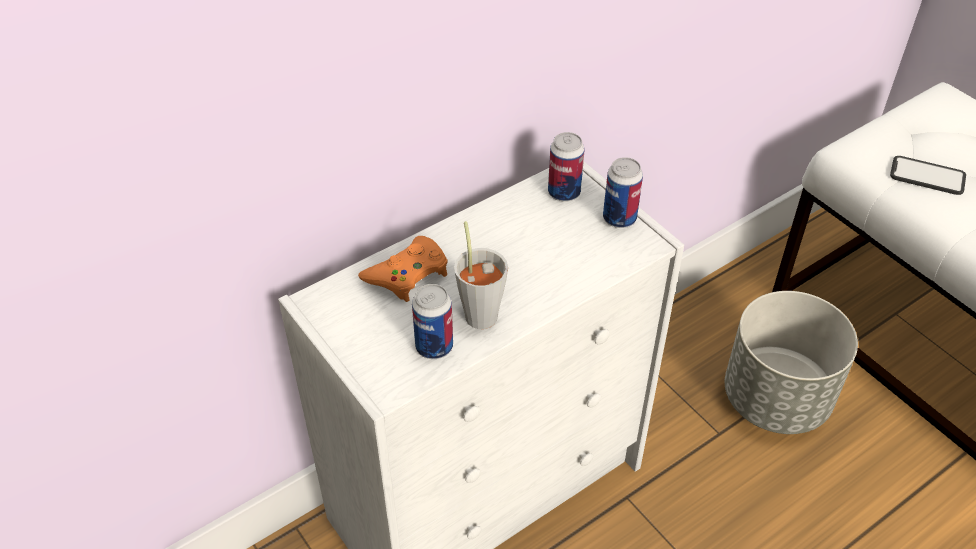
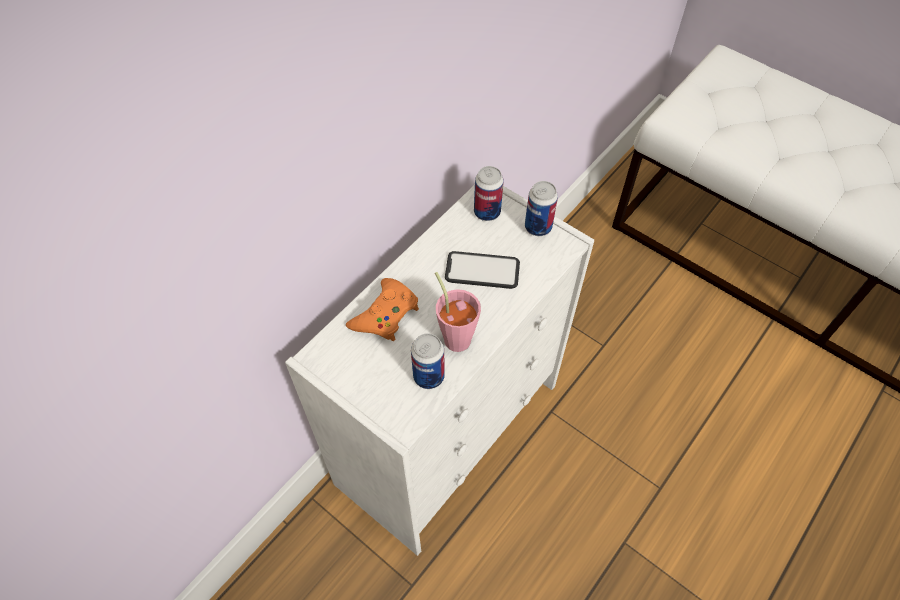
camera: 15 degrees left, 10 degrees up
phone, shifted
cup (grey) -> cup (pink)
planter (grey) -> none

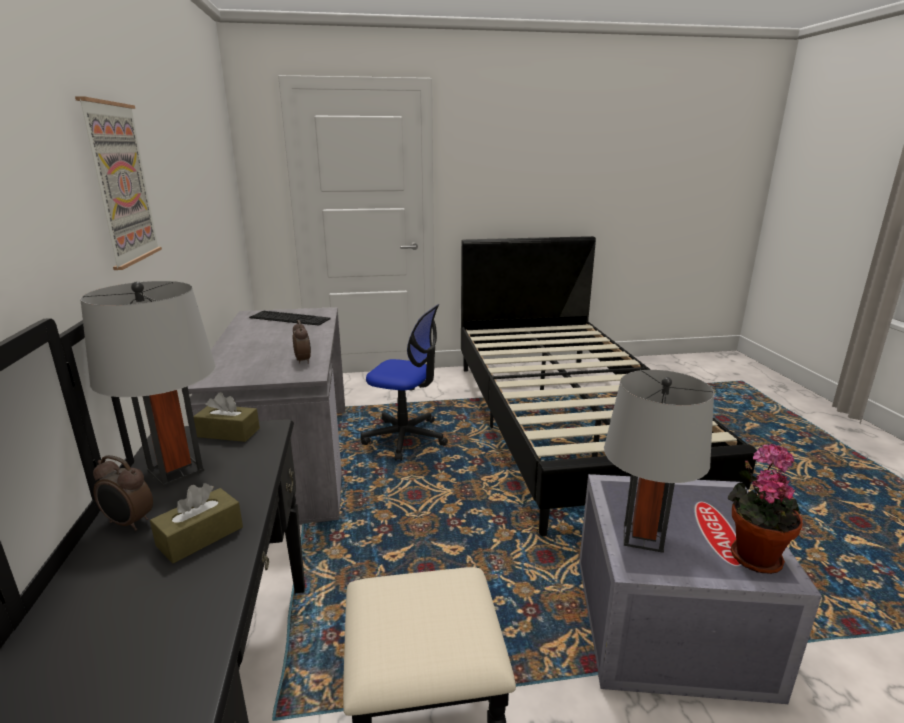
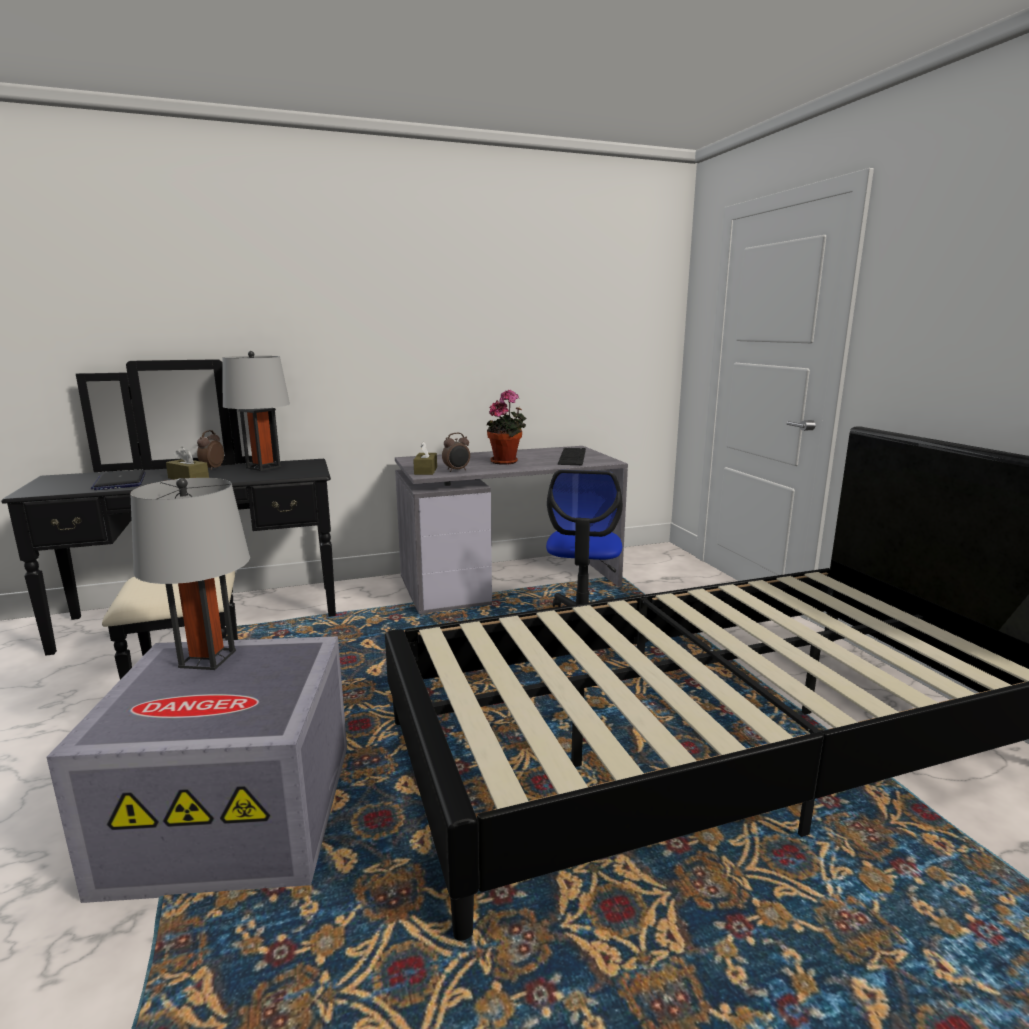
camera: 80 degrees right, 5 degrees down
picture -> none
tissue box (brown) (no. 2 from left), shifted
potted plant, shifted
none -> laptop

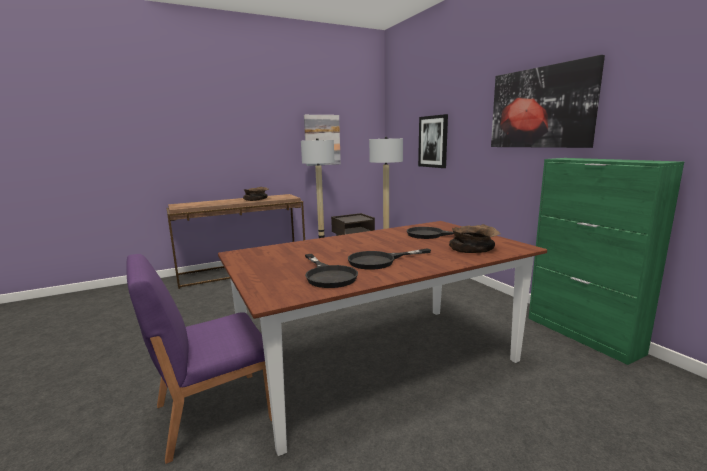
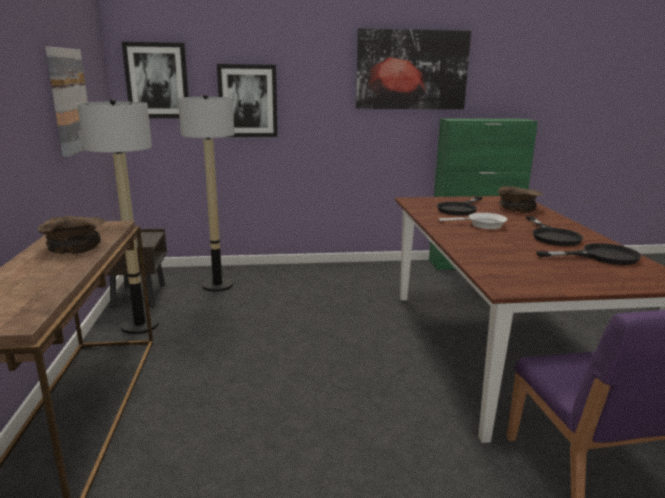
camera: 70 degrees left, 5 degrees up
none -> picture (no. 2 from left)
none -> frying pan (white)

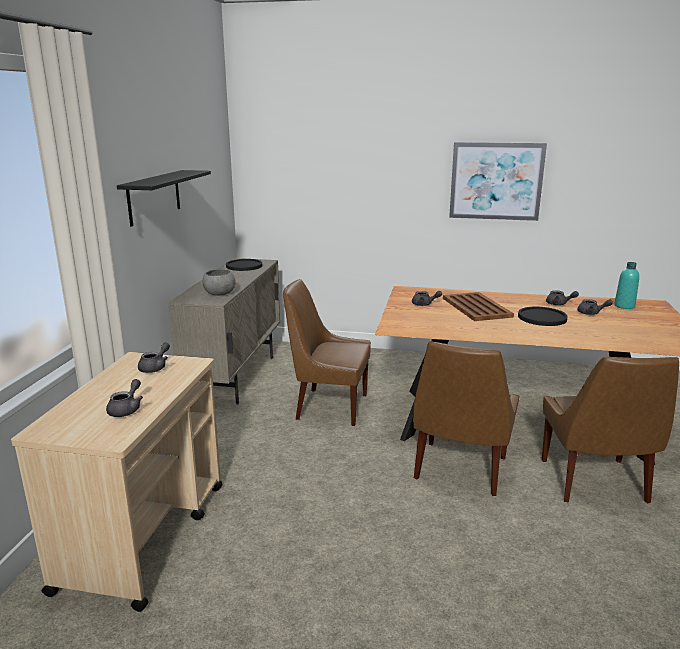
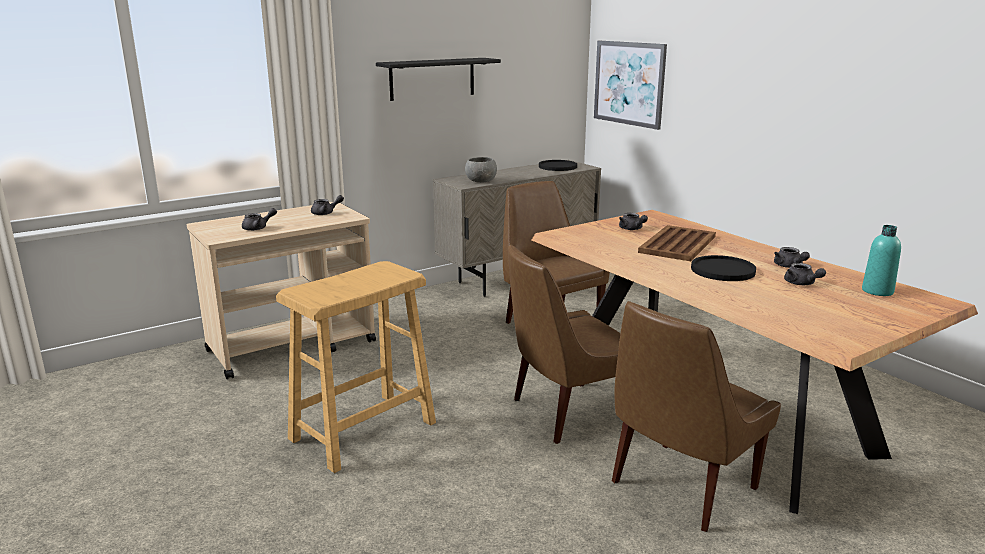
camera: 45 degrees right, 0 degrees up
picture, shifted
none -> stool (beige)

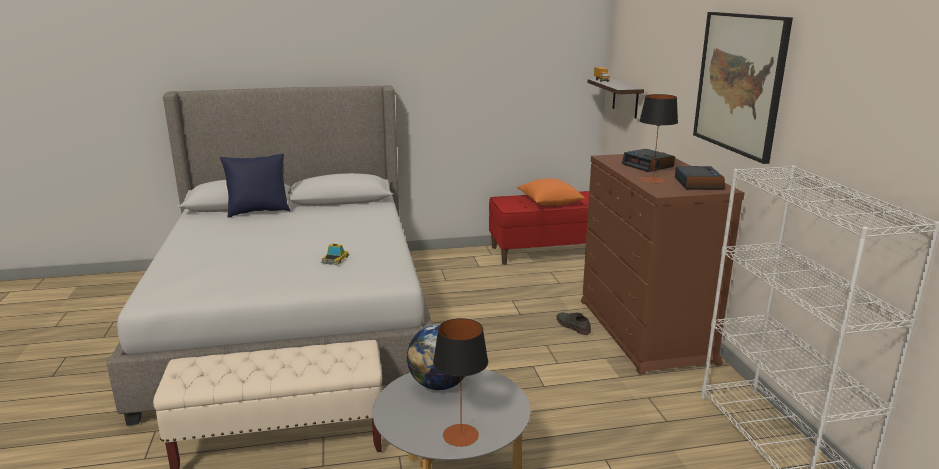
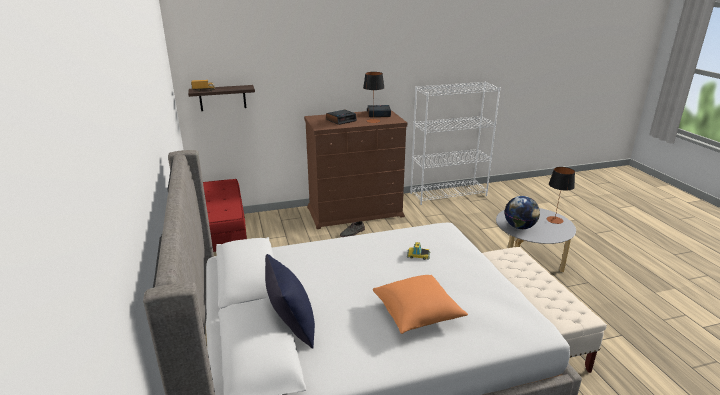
camera: 95 degrees left, 5 degrees up
picture -> none
pillow (orange), shifted

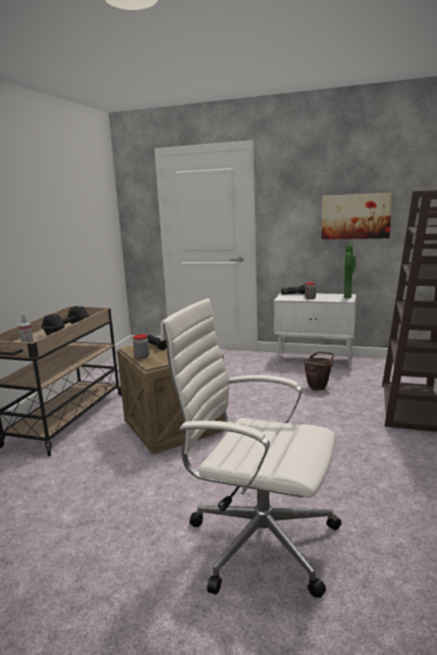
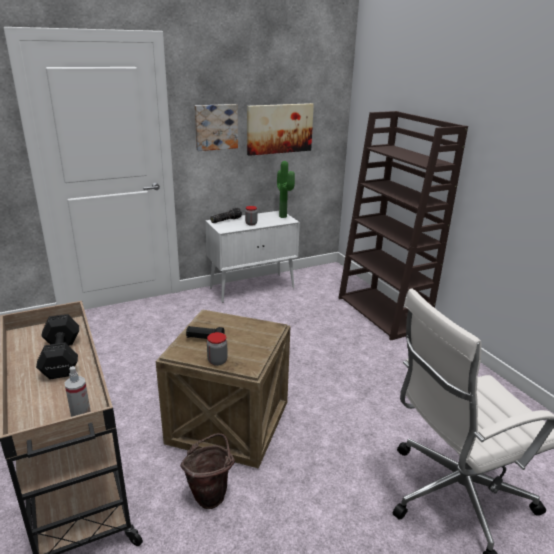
camera: 45 degrees left, 10 degrees up
bucket (brown), shifted
none -> picture (no. 1 from left)

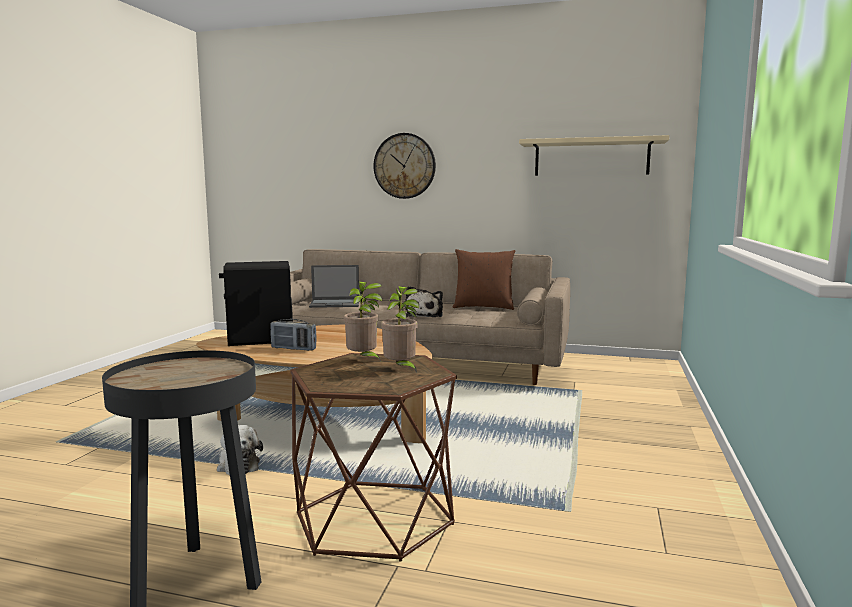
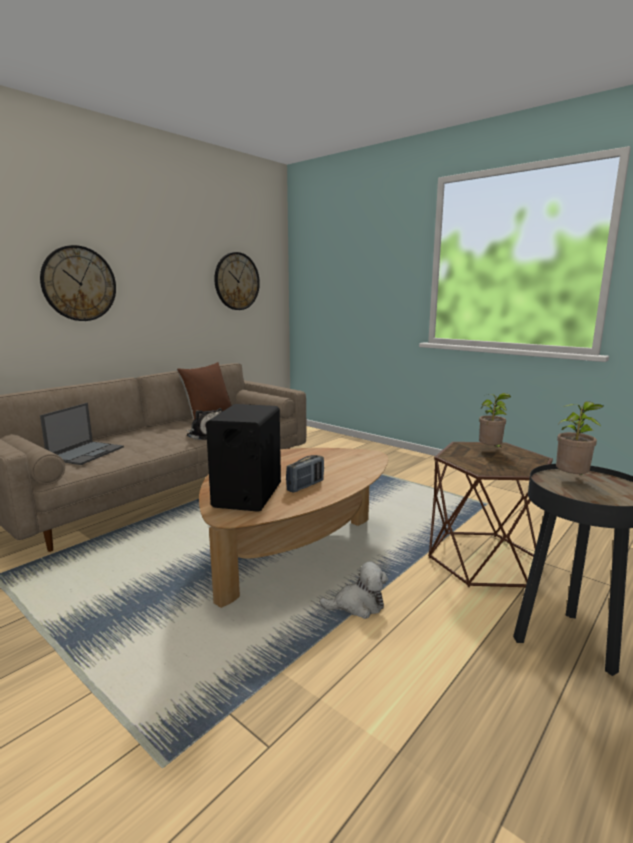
camera: 65 degrees left, 5 degrees up
shelf (beige) -> wall clock (no. 2 from left)
potted plant (no. 1 from left in the first image) -> potted plant (no. 2 from left), shifted

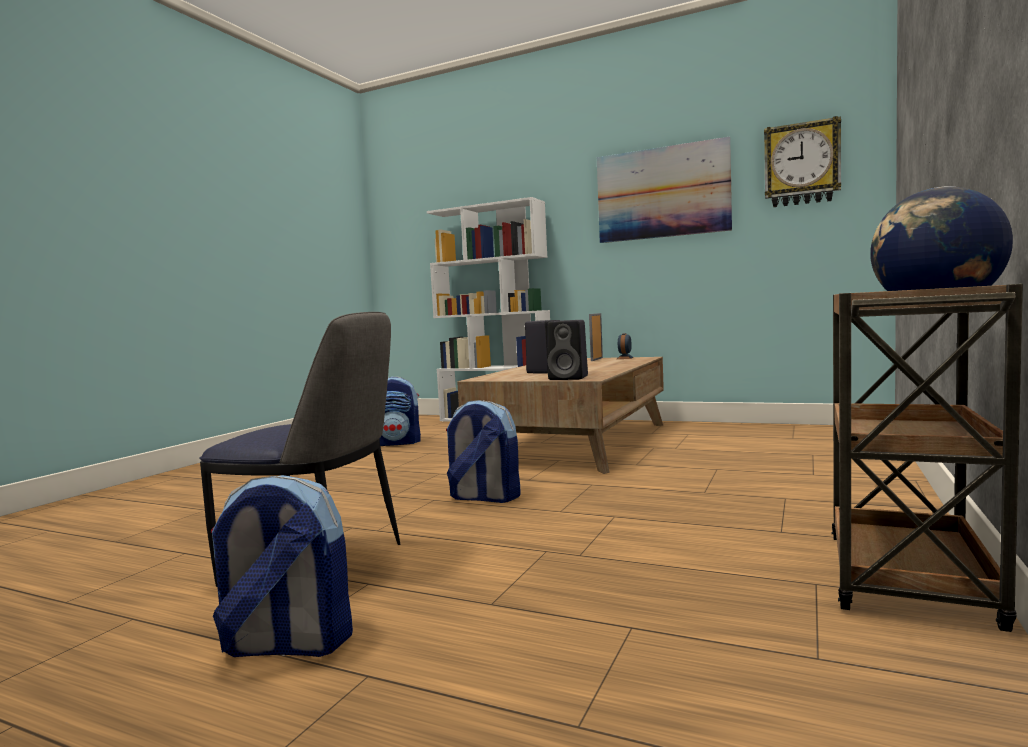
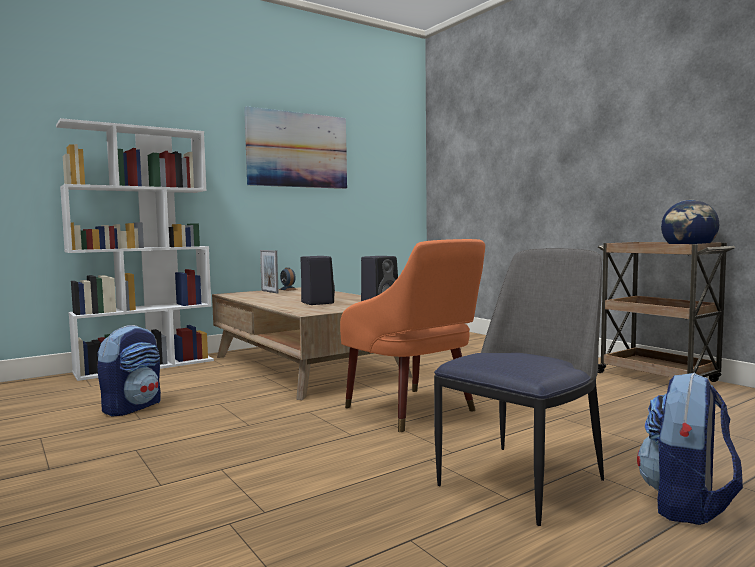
camera: 60 degrees left, 0 degrees up
wall clock -> none
backpack (no. 3 from left) -> armchair (orange)

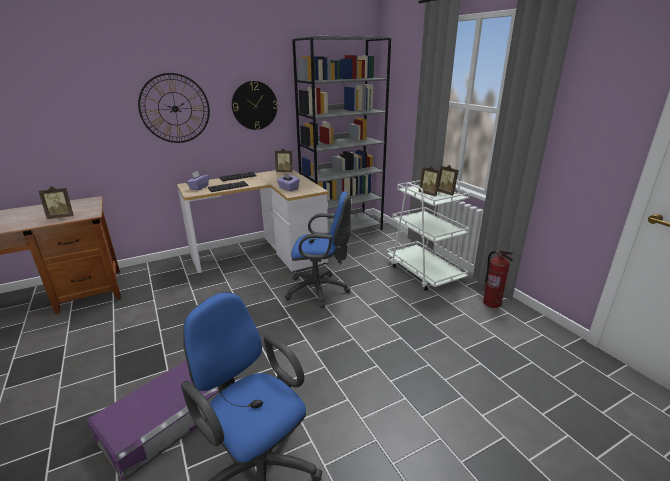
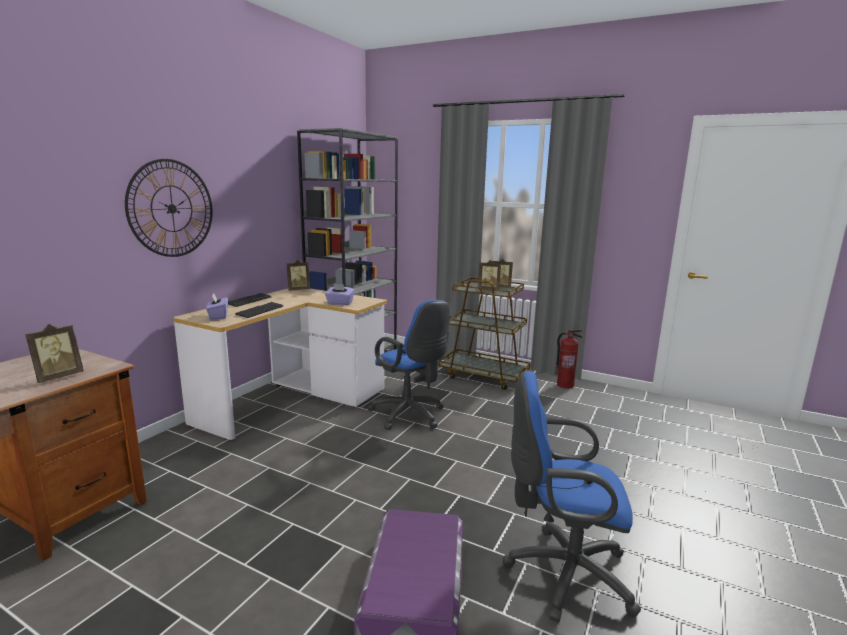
camera: 35 degrees left, 10 degrees down
wall clock (no. 2 from left) -> none
cart (white) -> cart (brown)
office chair (blue) (no. 2 from left in the first image) -> office chair (blue) (no. 1 from left), 75 degrees clockwise

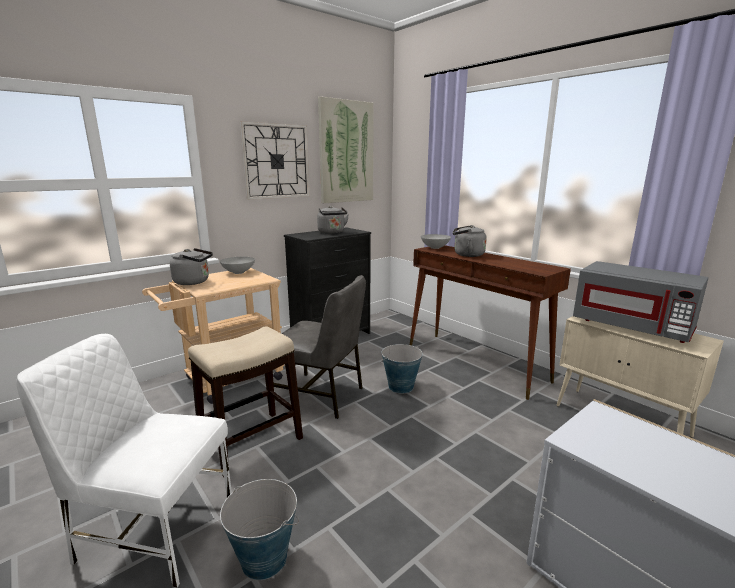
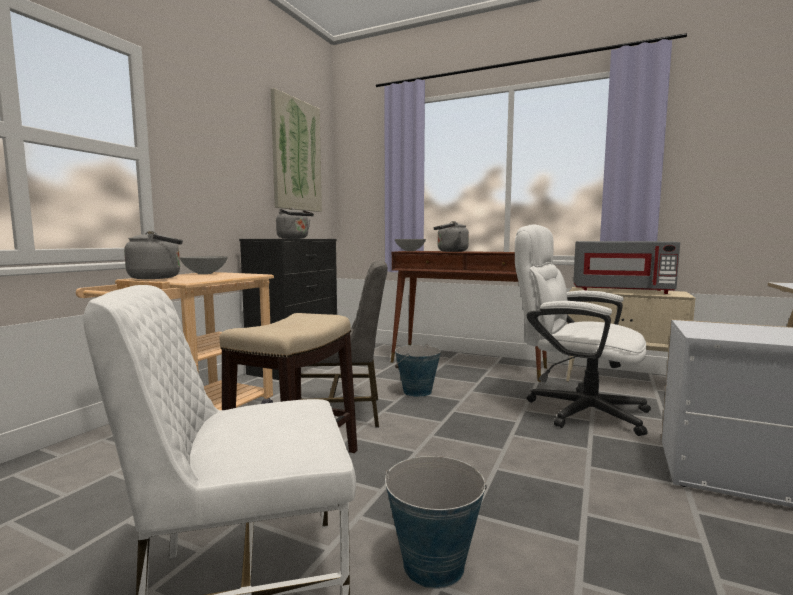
camera: 25 degrees left, 10 degrees down
wall clock -> none
none -> office chair (white)

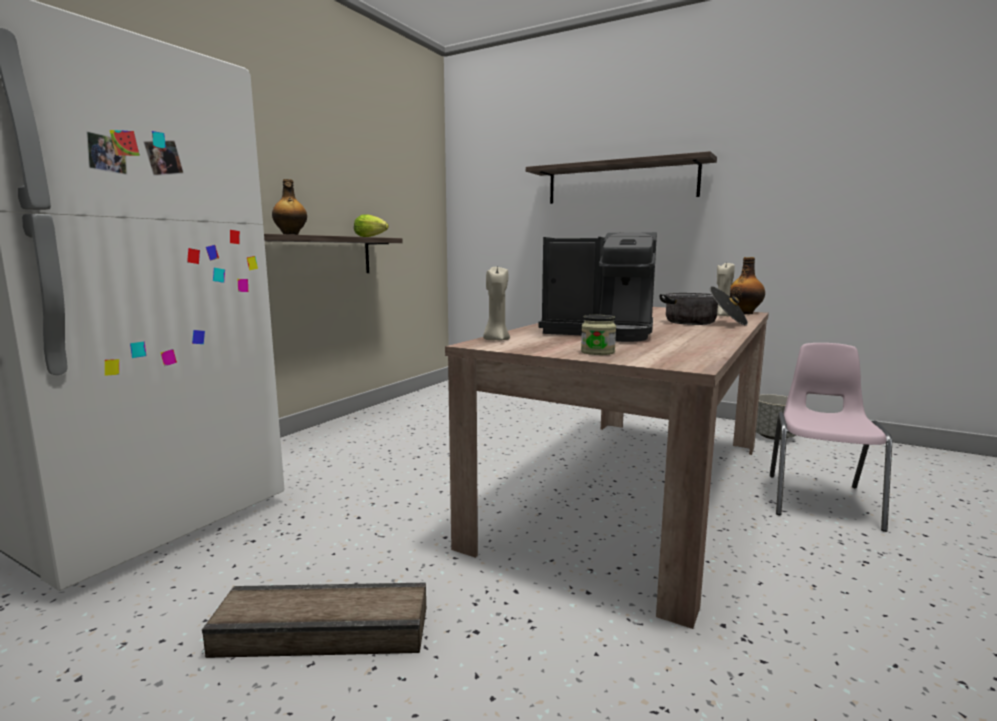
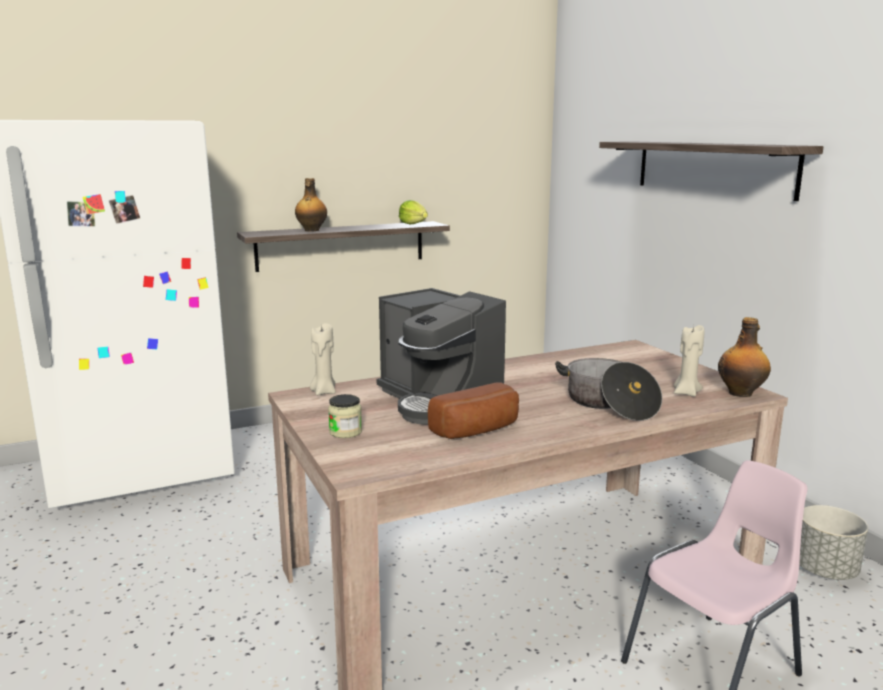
camera: 35 degrees right, 5 degrees up
crate -> none
none -> bread

